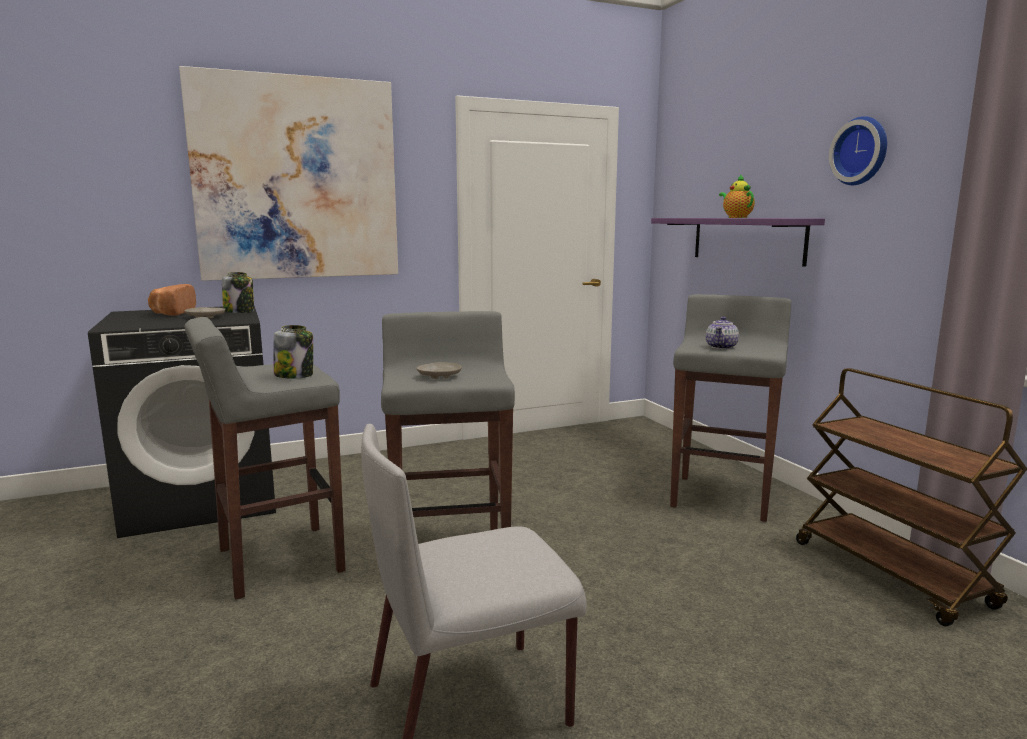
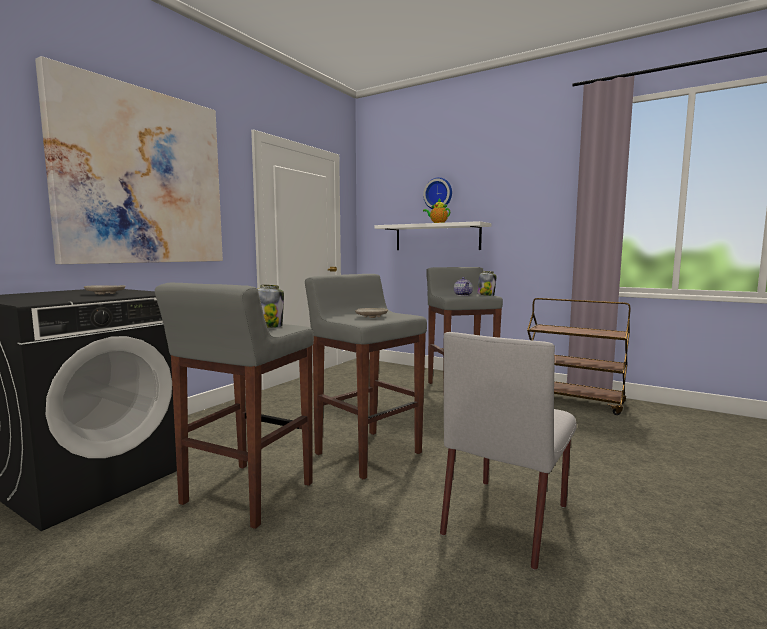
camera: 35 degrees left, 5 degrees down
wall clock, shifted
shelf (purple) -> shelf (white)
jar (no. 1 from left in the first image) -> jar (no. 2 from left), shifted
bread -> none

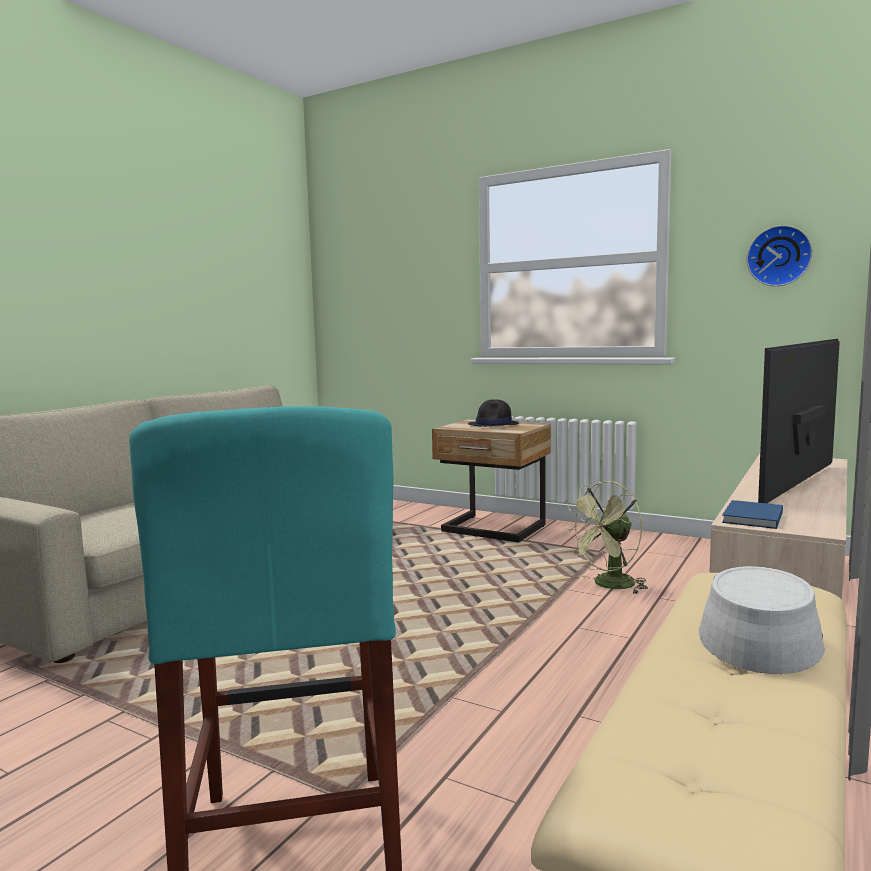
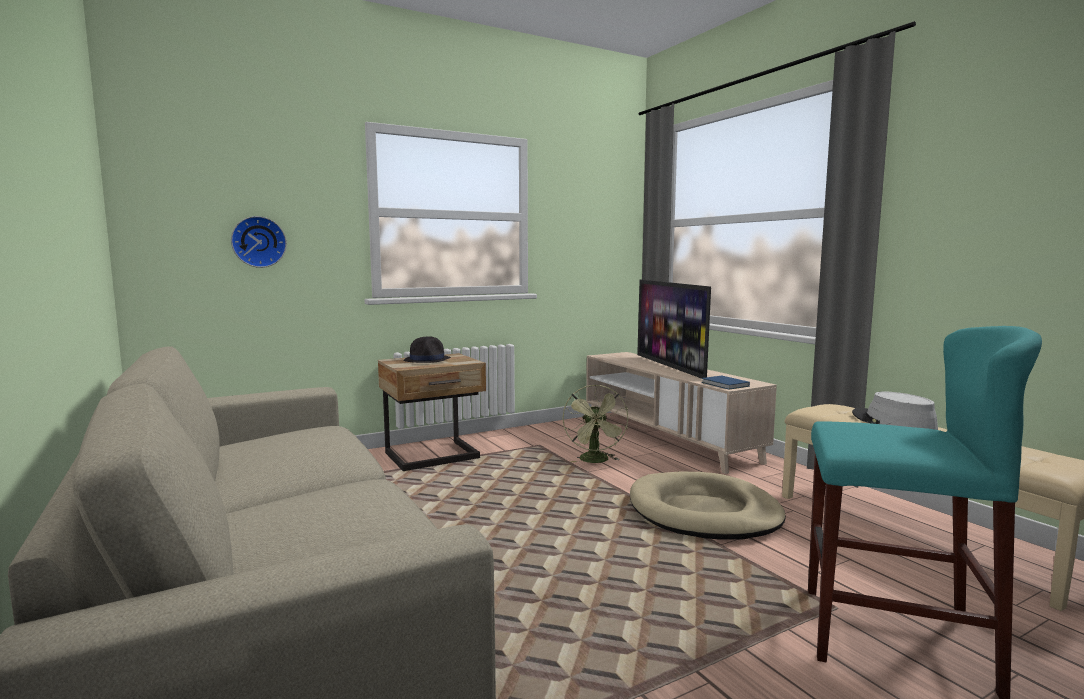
camera: 60 degrees left, 0 degrees up
wall clock, shifted
none -> dog bed (beige)

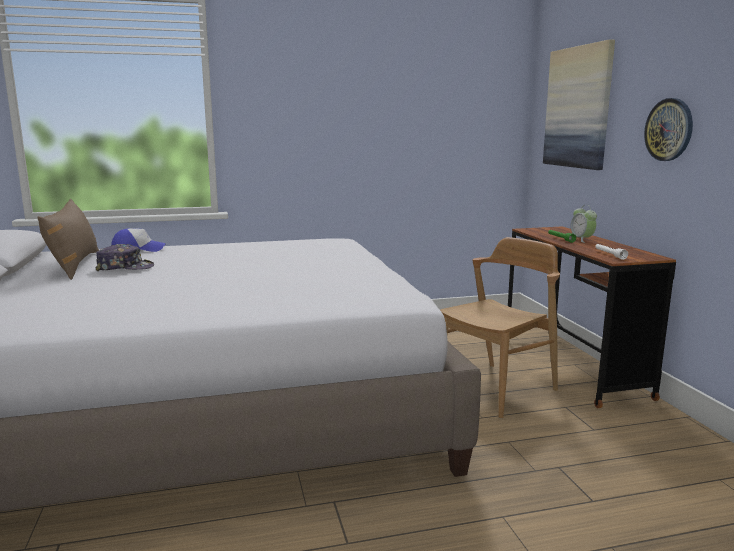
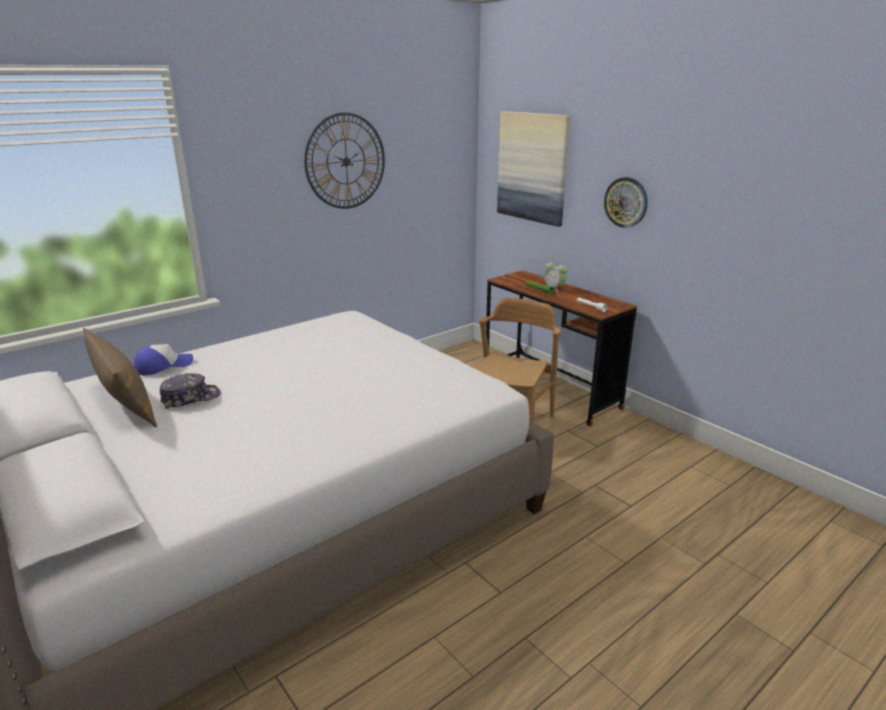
camera: 25 degrees left, 10 degrees up
none -> wall clock (no. 1 from left)

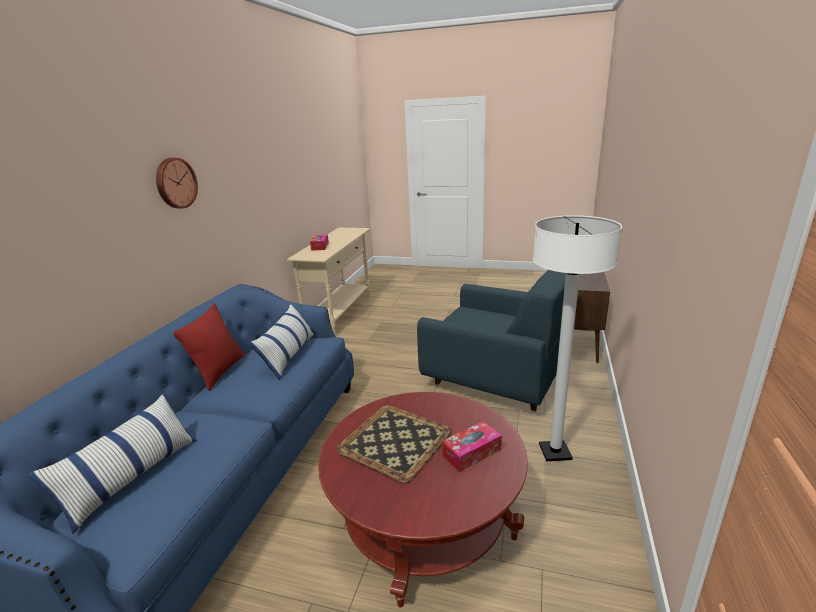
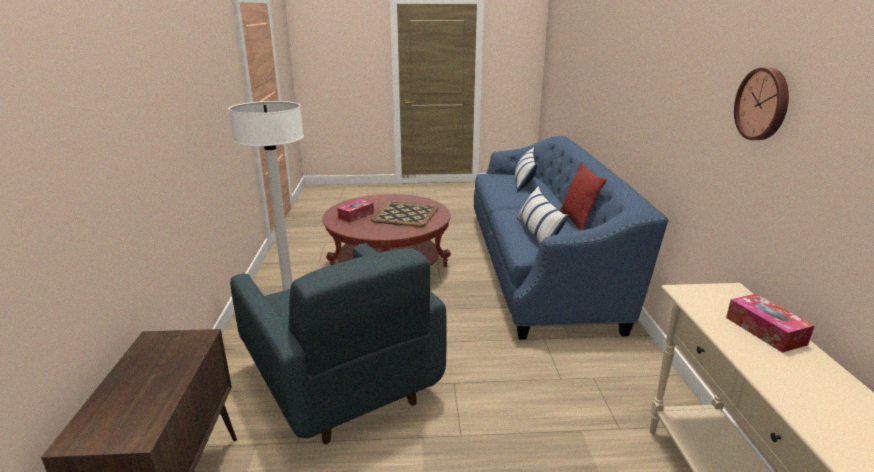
camera: 160 degrees right, 0 degrees up
wall clock, shifted
armchair (blue), 135 degrees counterclockwise

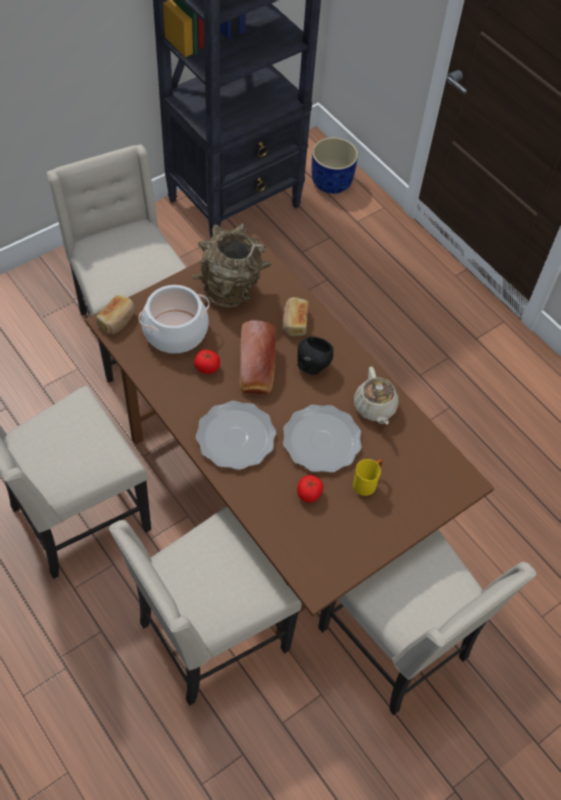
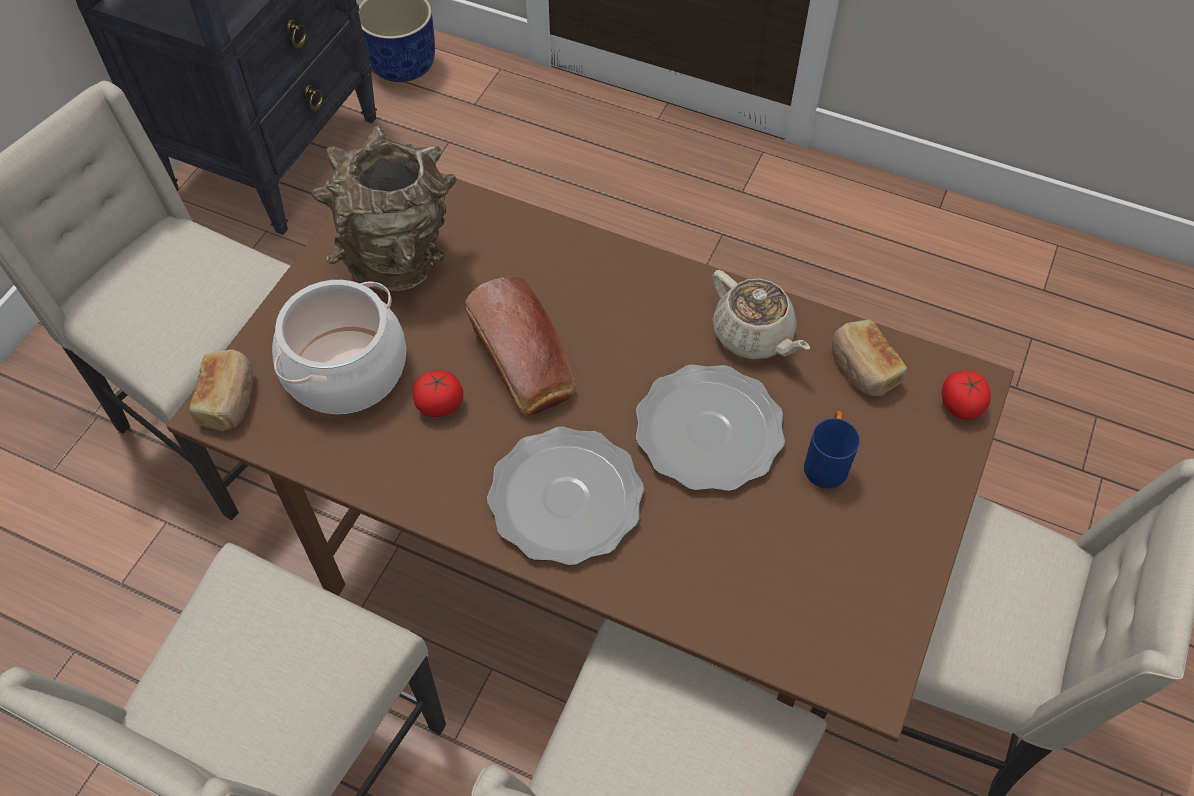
camera: 25 degrees left, 0 degrees up
bread (no. 3 from left), shifted
bowl (black) -> none
mug (yellow) -> mug (blue)
tomato (no. 2 from left), shifted

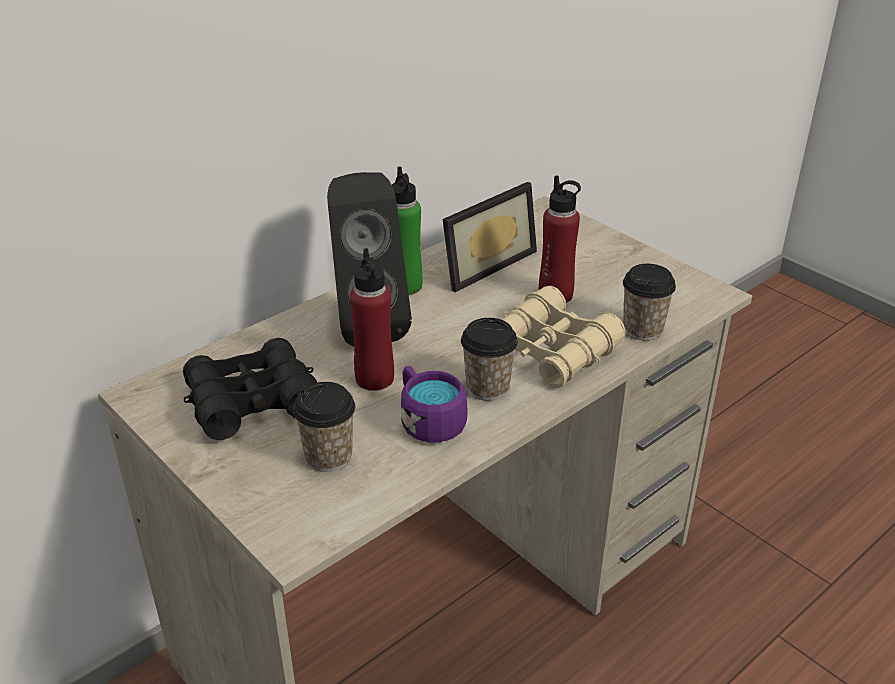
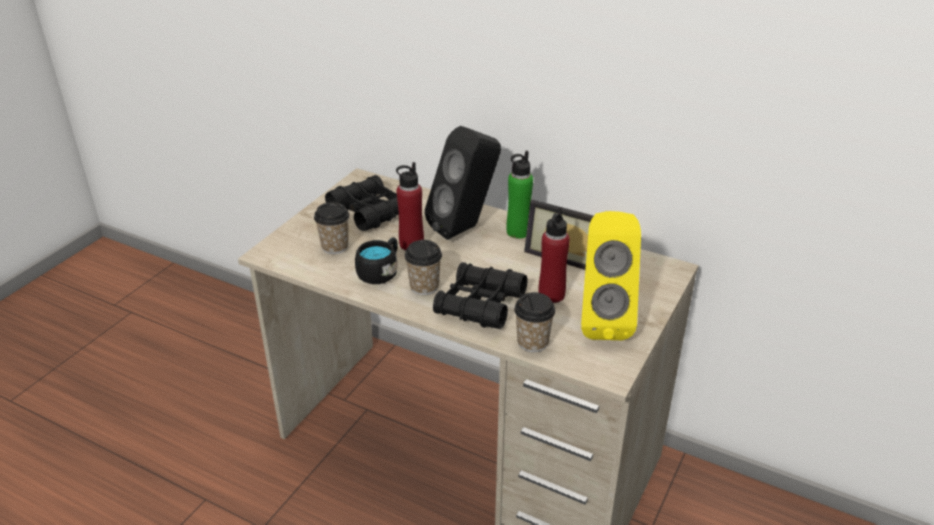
camera: 70 degrees right, 0 degrees up
binoculars (beige) -> binoculars (black) (no. 2 from left)
mug (purple) -> mug (black)
none -> speaker (yellow)

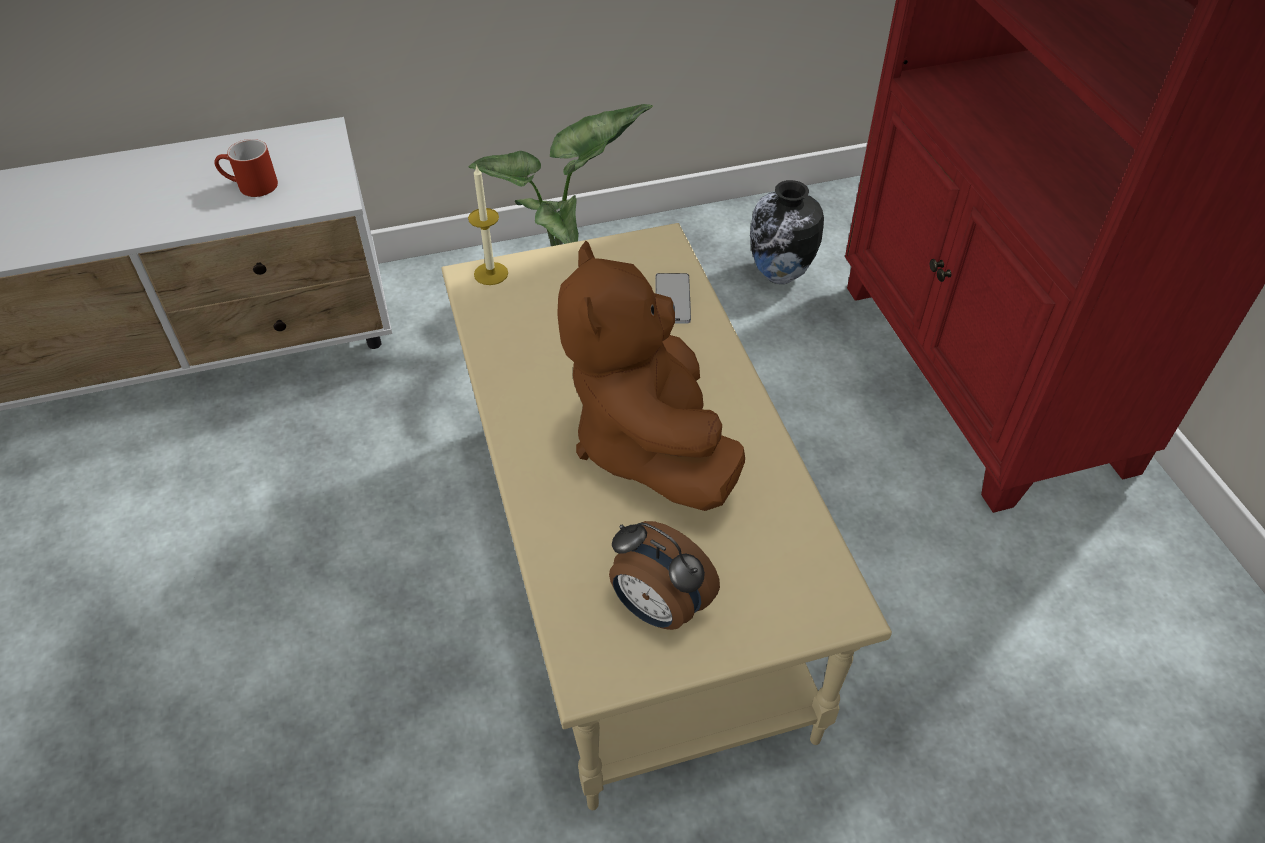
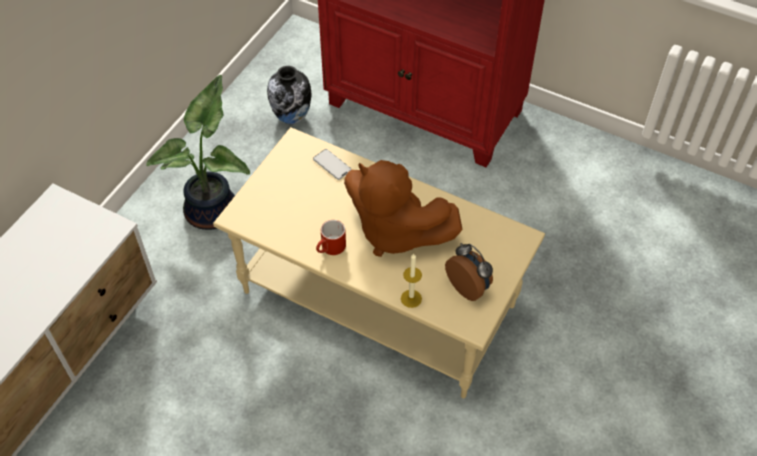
camera: 45 degrees left, 5 degrees up
mug (red), shifted
candle, shifted
alarm clock, 120 degrees counterclockwise

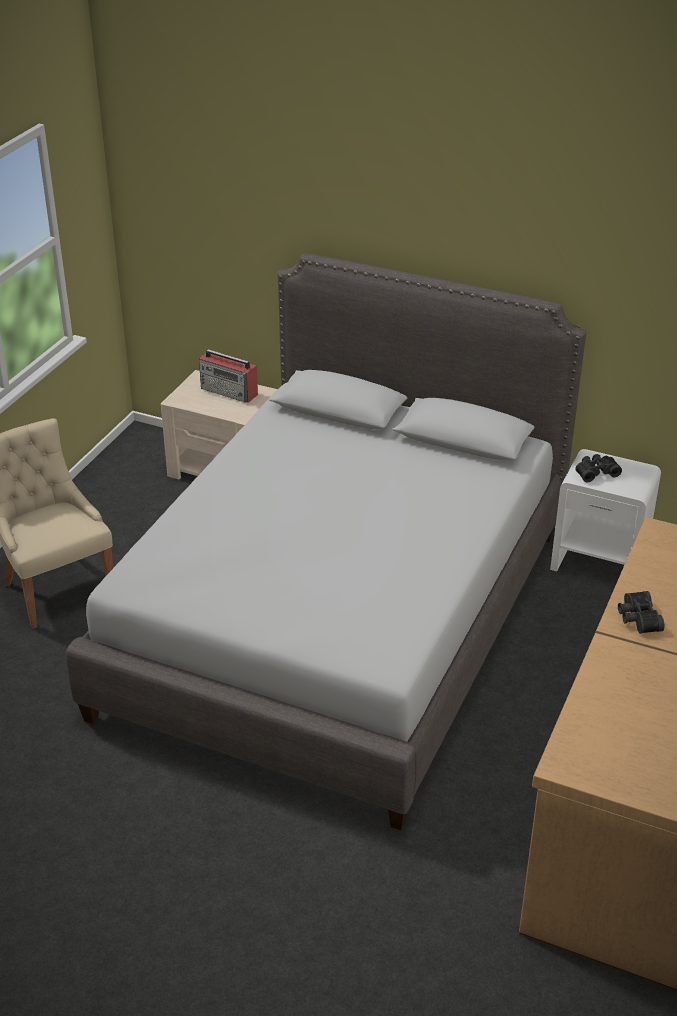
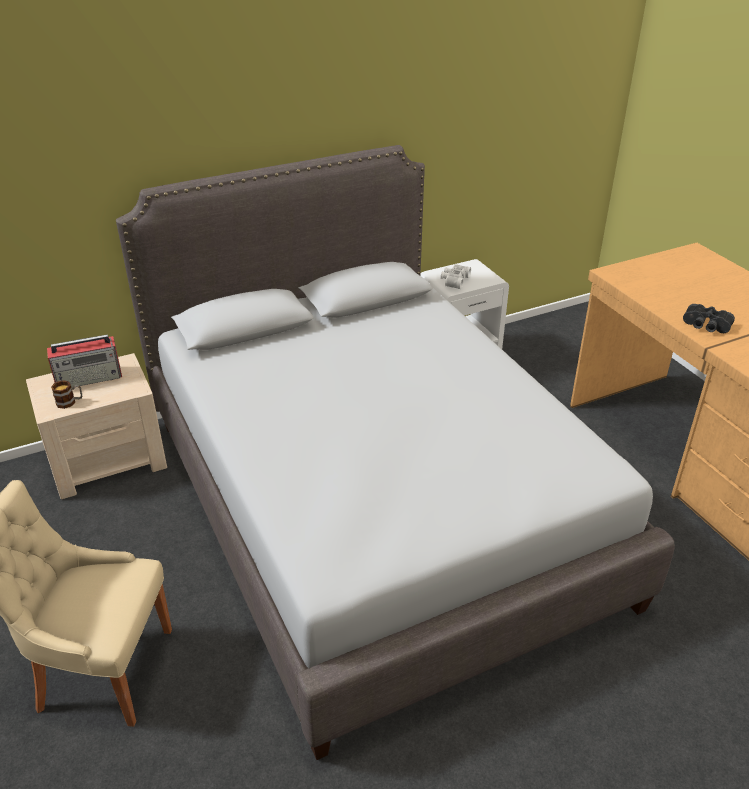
camera: 50 degrees left, 0 degrees up
binoculars (black) (no. 1 from left) -> binoculars (white)
none -> mug

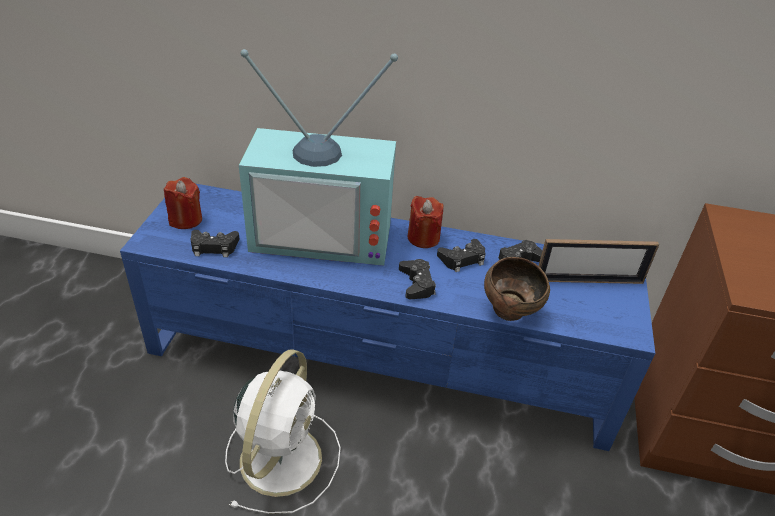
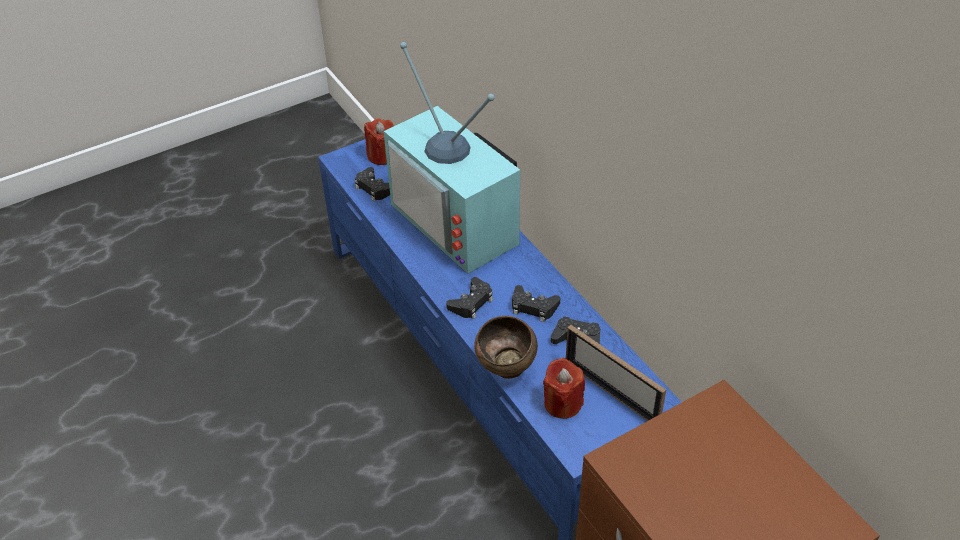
camera: 50 degrees right, 5 degrees up
candle (red) (no. 2 from left), shifted
fan (white) -> none

